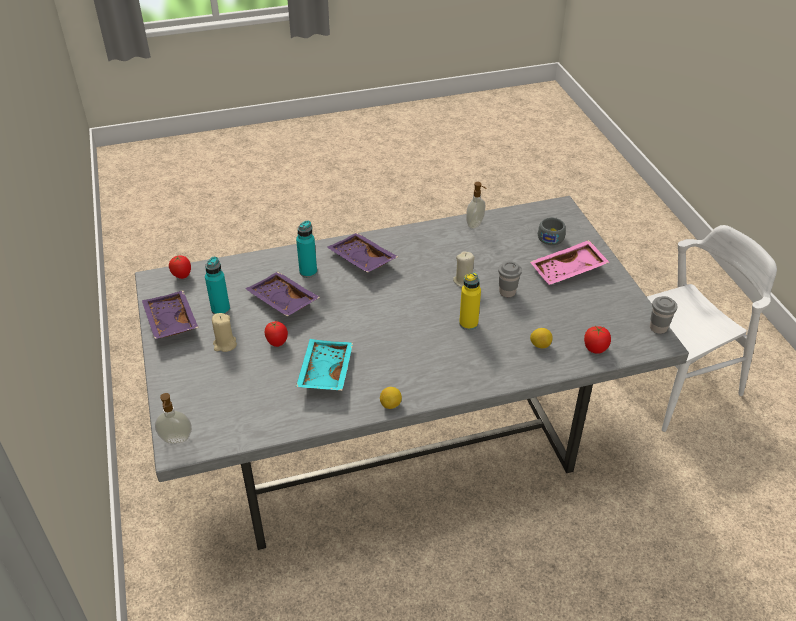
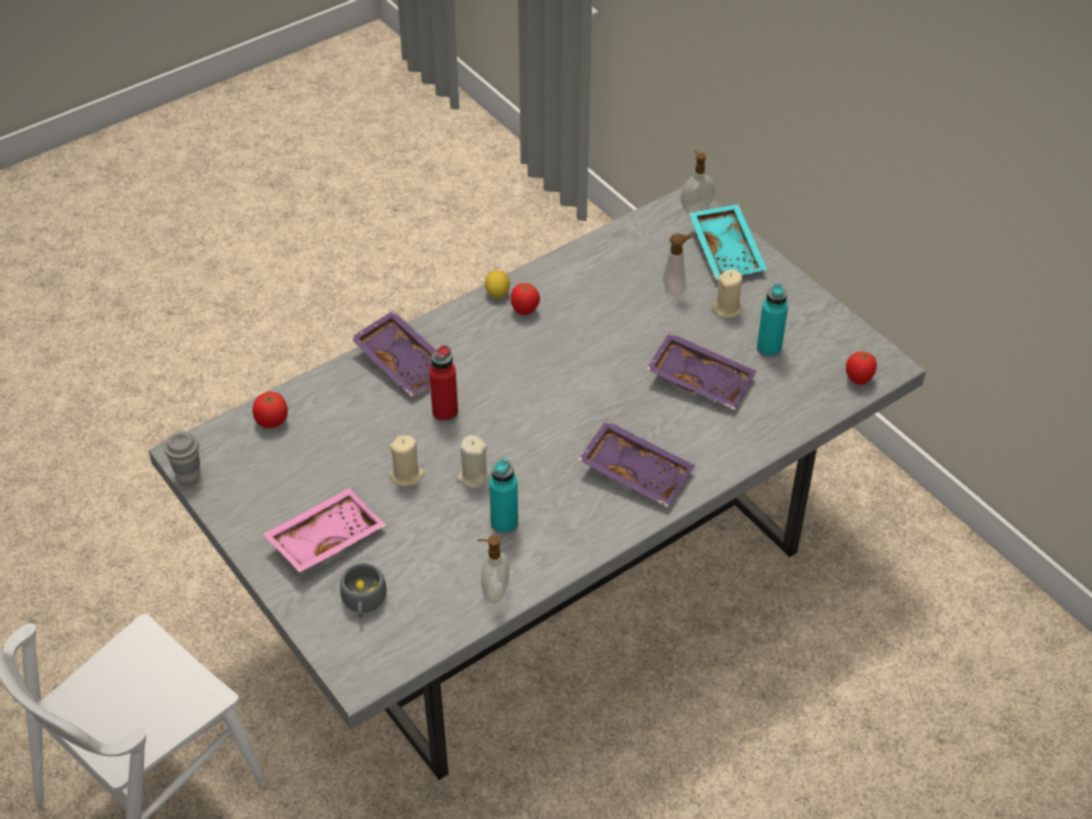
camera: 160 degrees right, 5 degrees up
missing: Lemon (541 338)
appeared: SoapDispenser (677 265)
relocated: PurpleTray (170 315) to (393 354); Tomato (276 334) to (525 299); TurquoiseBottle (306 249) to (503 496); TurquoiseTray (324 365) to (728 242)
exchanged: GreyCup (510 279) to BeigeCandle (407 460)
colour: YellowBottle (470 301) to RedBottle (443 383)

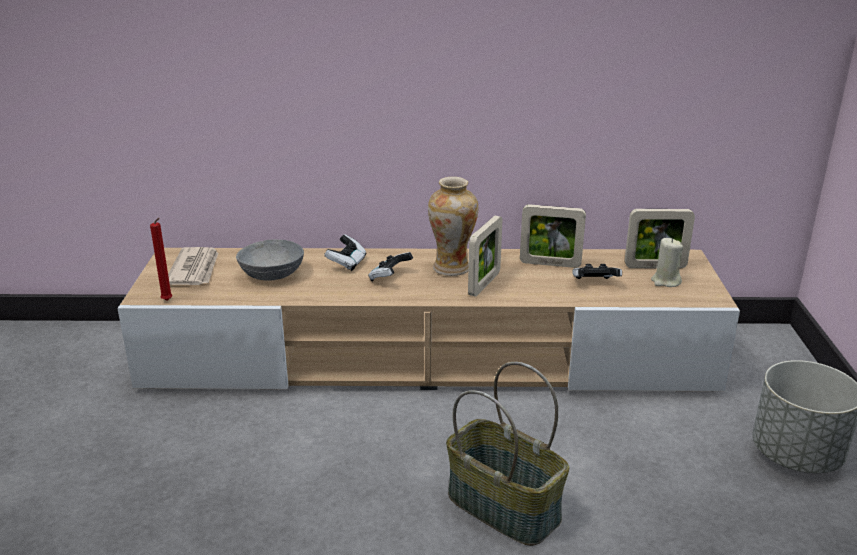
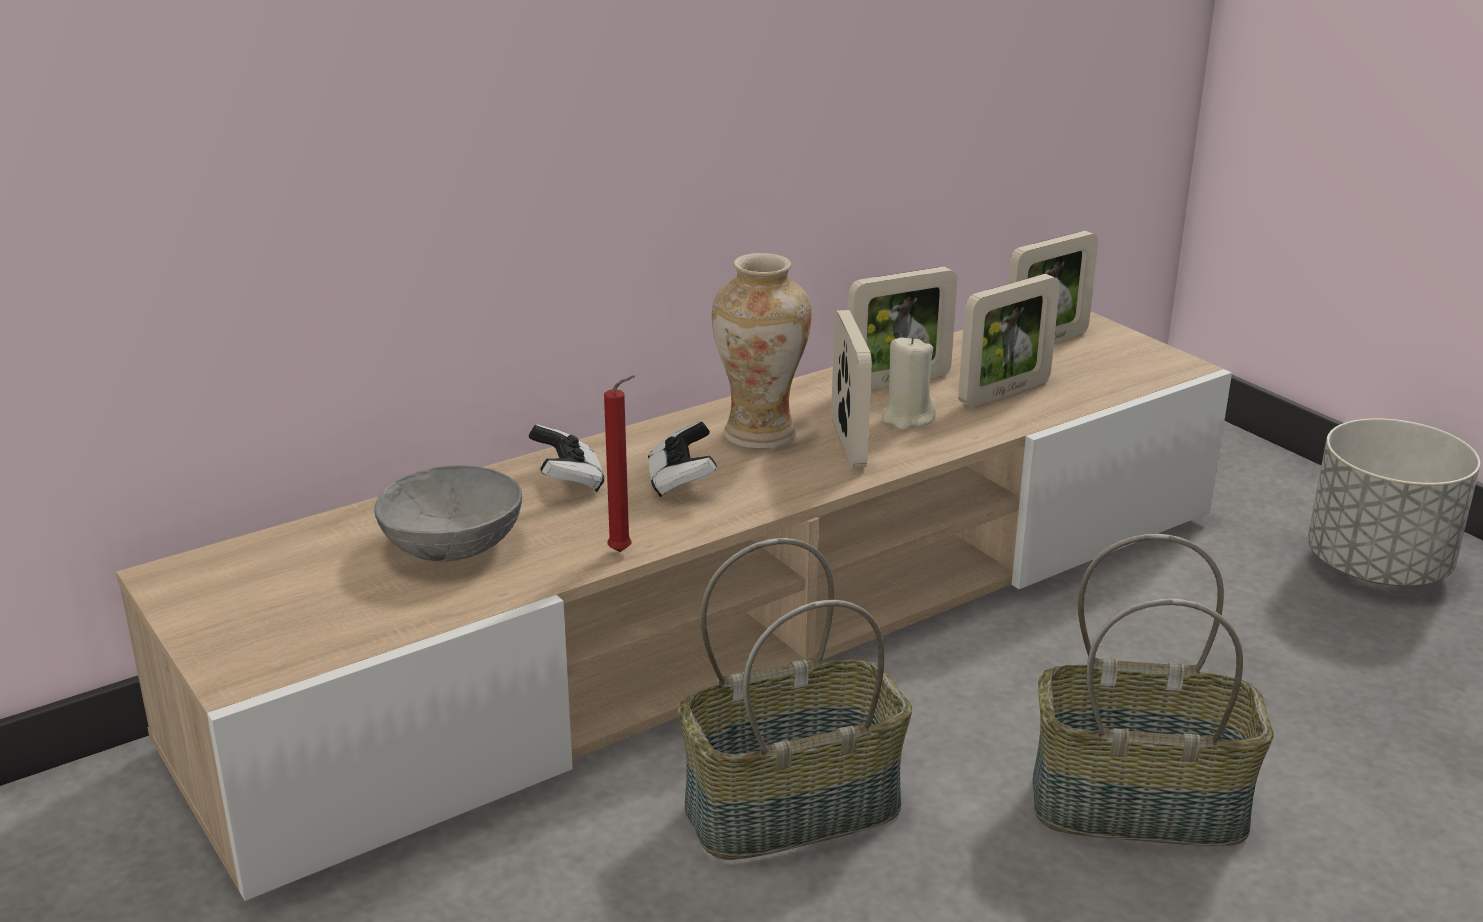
camera: 35 degrees left, 0 degrees up
missing: Newspaper (193 266)
appeared: Basket (795 699)
relocated: RedCandle (161 259) to (619 463); BeigeCandle (667 262) to (909 383)
exchanged: GameController (597 271) to PictureFrame (1009 340)

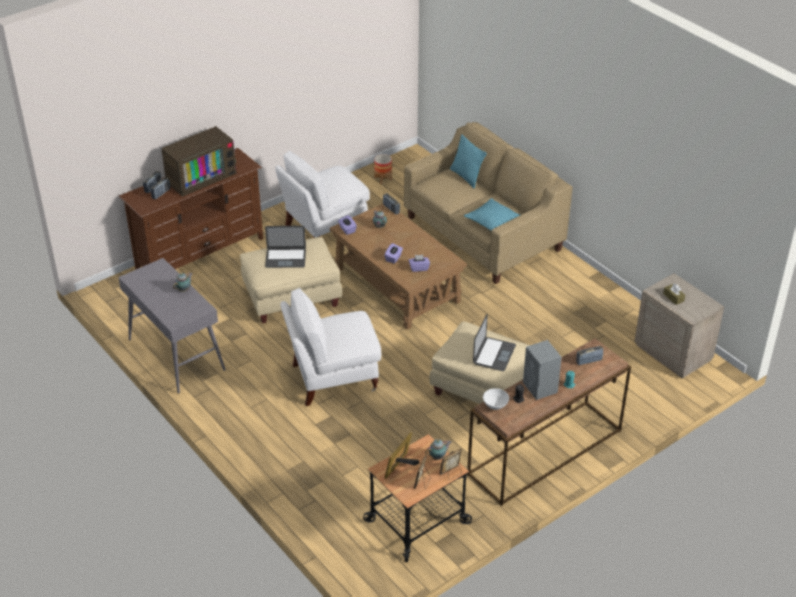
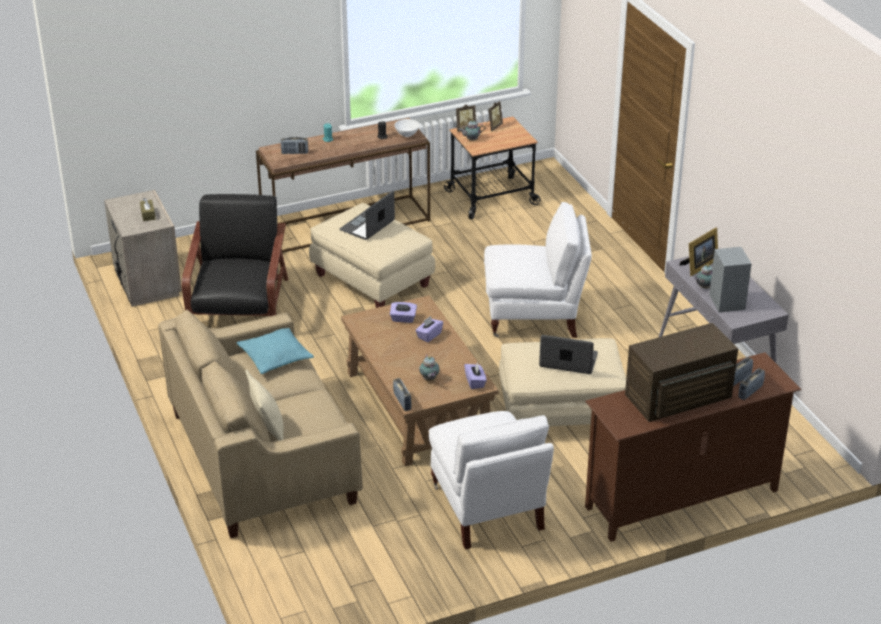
camera: 165 degrees left, 5 degrees down
missing: Planter (383 169)
appeared: BlackArmchair (235 255)
relocated: PictureFrame (402 455) to (698 252); GreySpeaker (542 370) to (730 279)
colour: TurquoisePillow (468 161) to BeigePillow (264 405)
spun: WhiteArmchair (322 194) = (491 480) 90 degrees clockwise

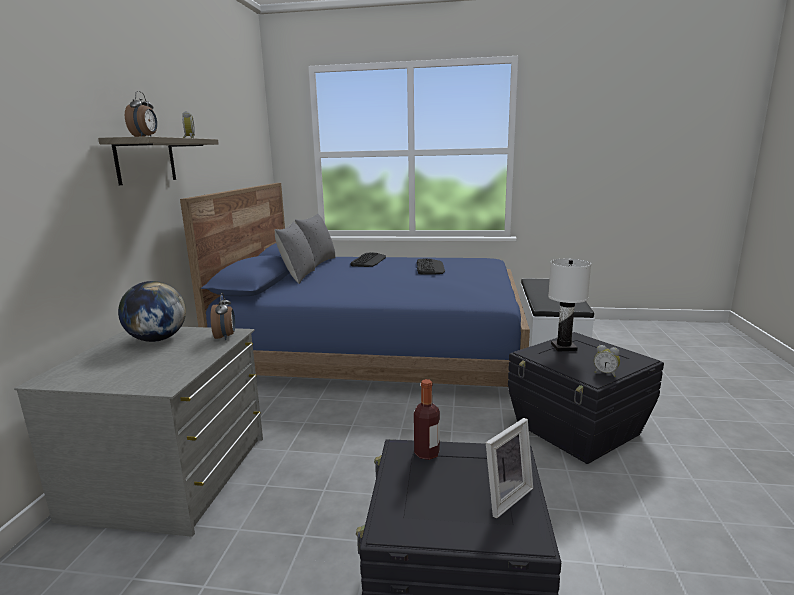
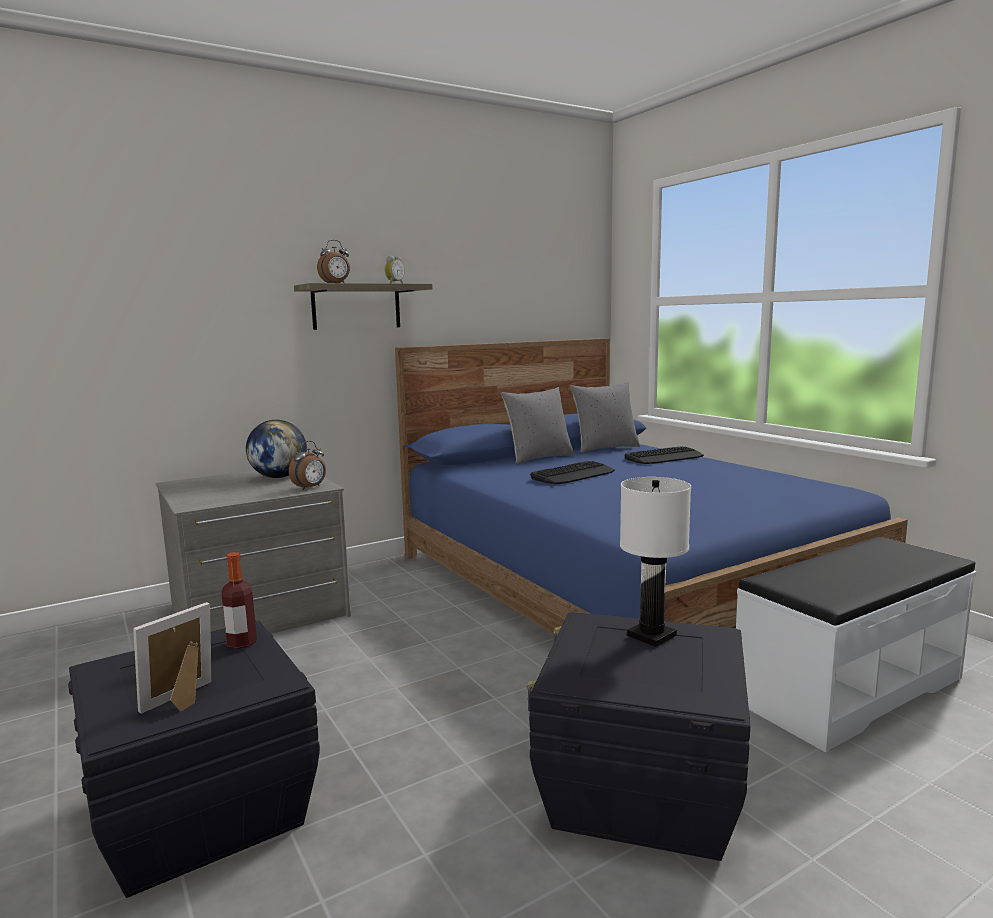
camera: 50 degrees right, 5 degrees down
missing: AlarmClock (607 361)
relocated: Keyboard (431 266) to (572 472)
spun: PictureFrame (509 468) = (172 658) 120 degrees clockwise

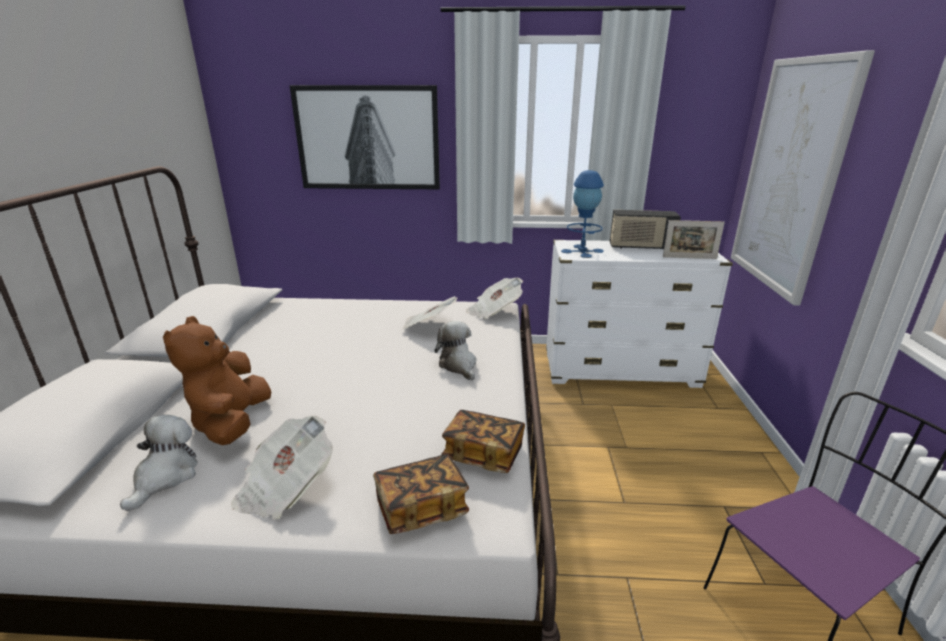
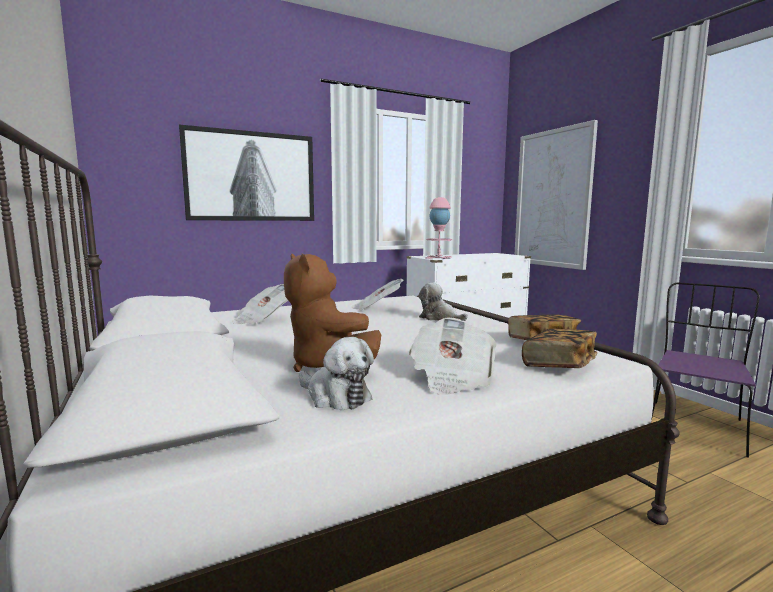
camera: 30 degrees left, 15 degrees down
missing: Radio (645 229); PictureFrame (694 239)
relocated: Newspaper (494 298) to (260 304)
colour: BlueTableLamp (582 214) to PinkTableLamp (438 228)
spun: PlushToy (159 463) = (336 373) 150 degrees clockwise

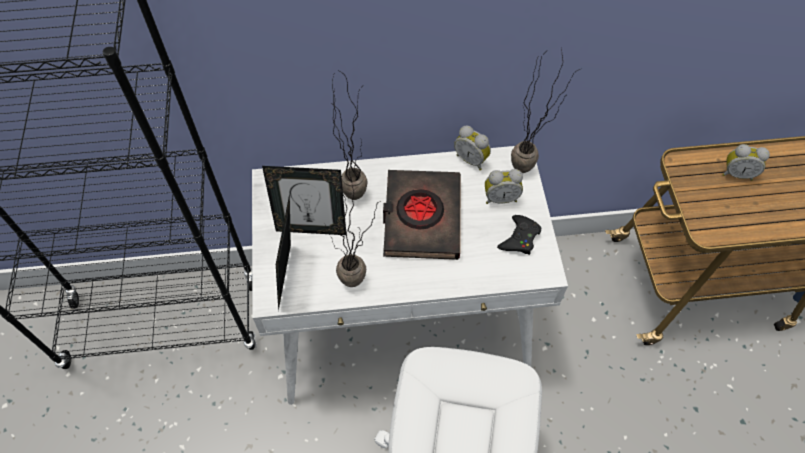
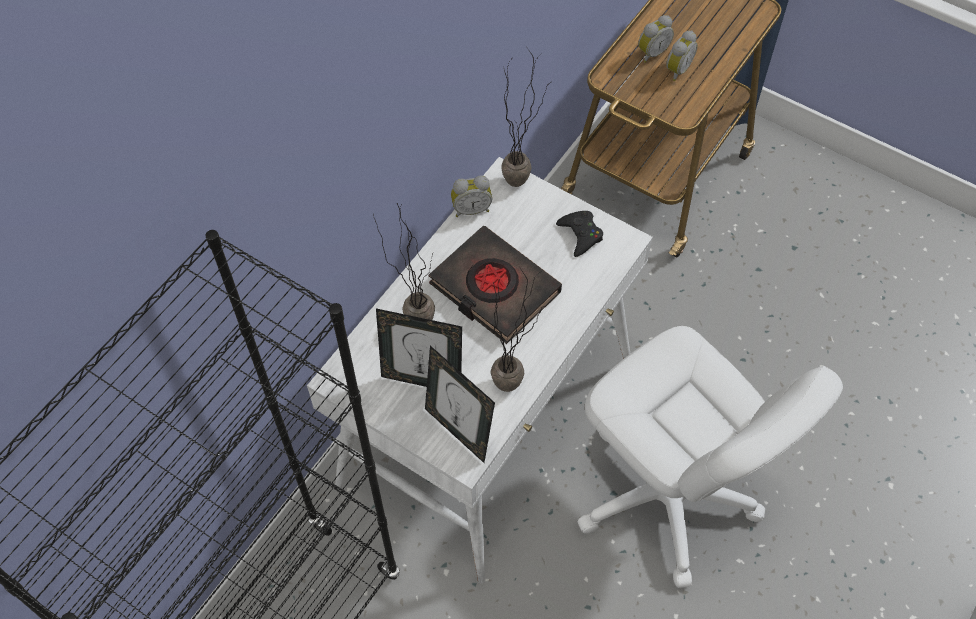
camera: 50 degrees left, 0 degrees up
relocated: AlarmClock (504 186) to (682 55)
spun: PictureFrame (304 200) = (419 347) 60 degrees clockwise

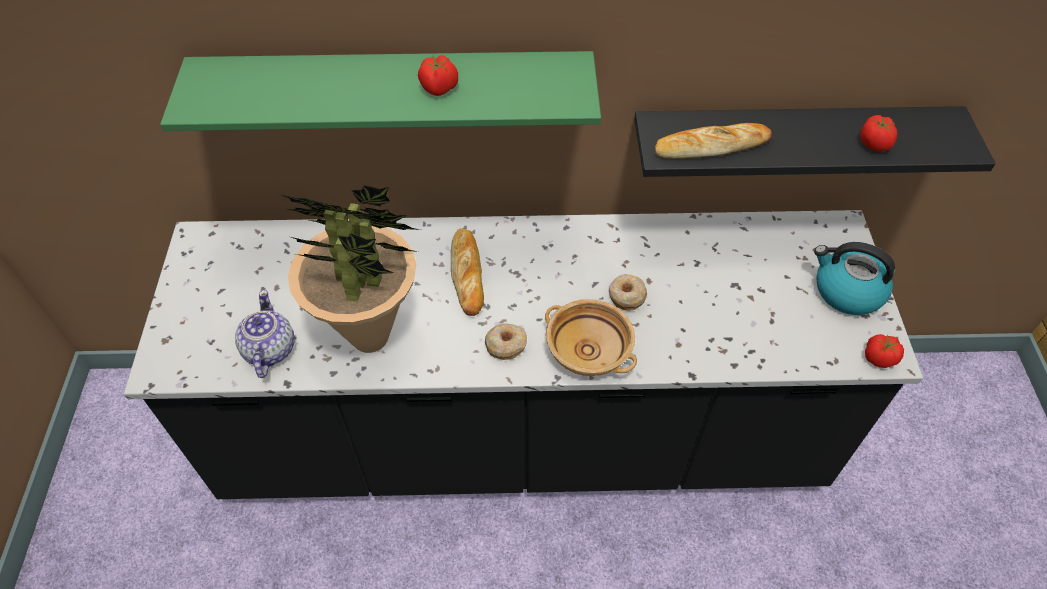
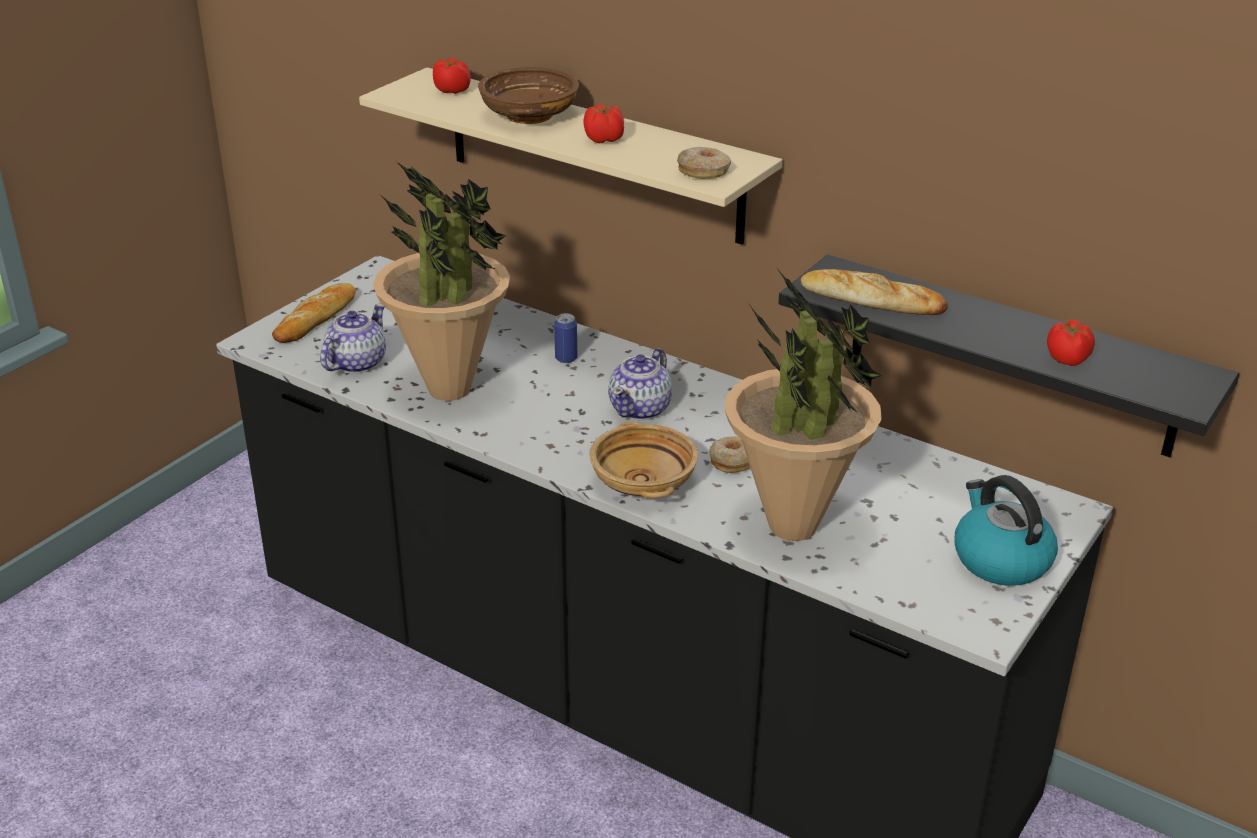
camera: 35 degrees right, 20 degrees down
appeared: BrownBowl (528 95); Can (565 338); Teapot (640 384); PottedPlant (803 405)
relocated: Bread (467 272) to (314 313); Donut (506 341) to (704 163); Tomato (884 351) to (452 76)
colour: GreenShelf (380 91) to BeigeShelf (571 156)

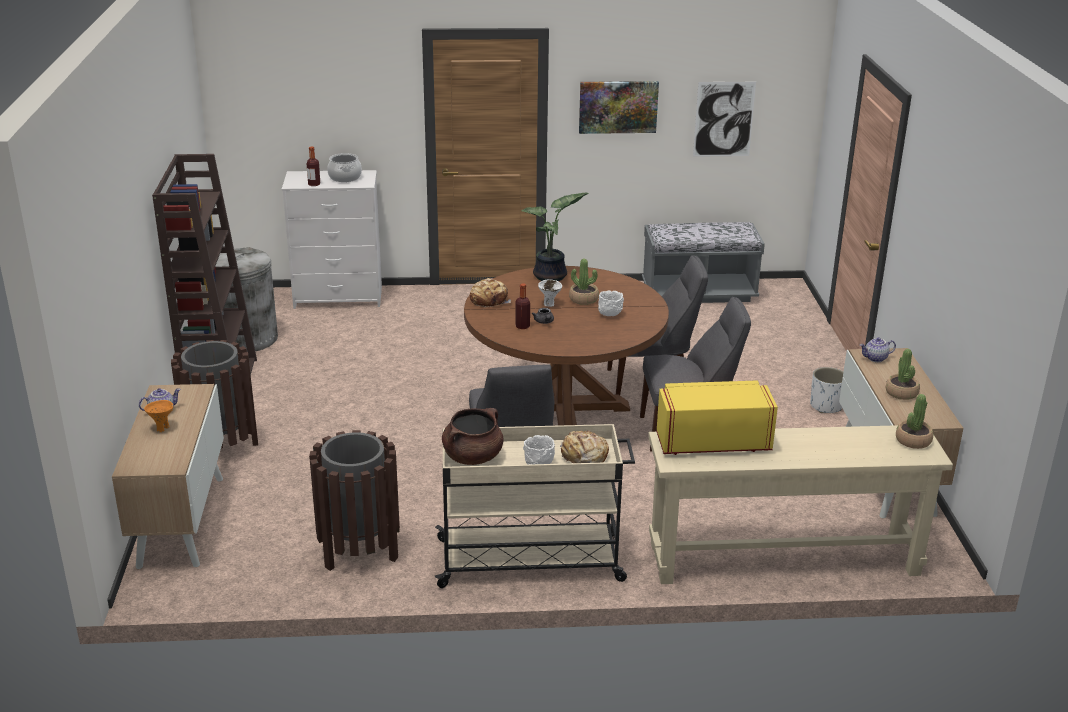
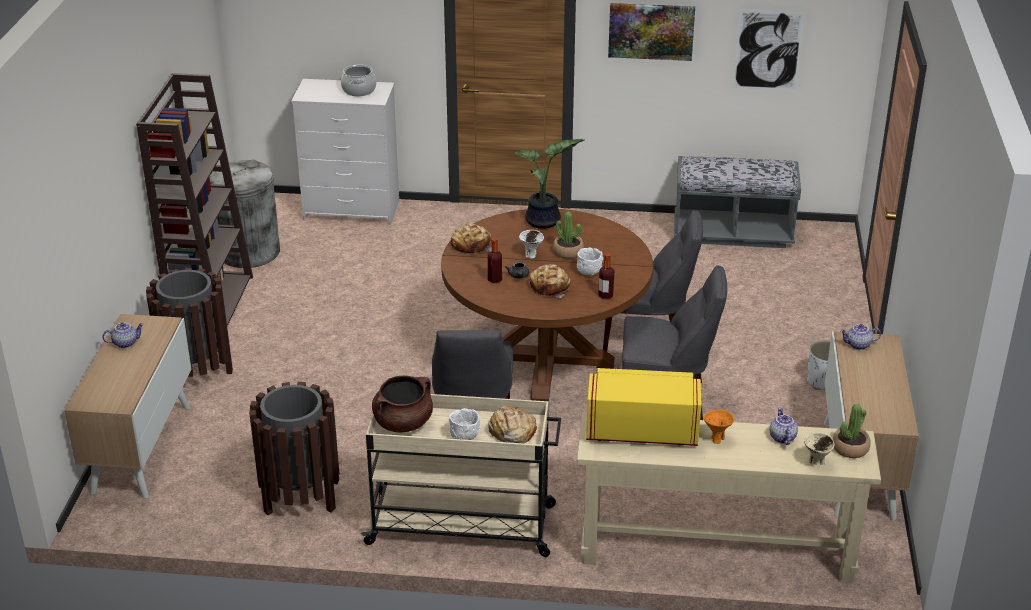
camera: 10 degrees right, 5 degrees up
missing: PottedPlant (903 374)
appeared: Bread (549 281); Teapot (783 426); BeigeBowl (819 450)
relocated: OrangeBowl (158 416) to (719 426); Bottle (313 166) to (606 276)

